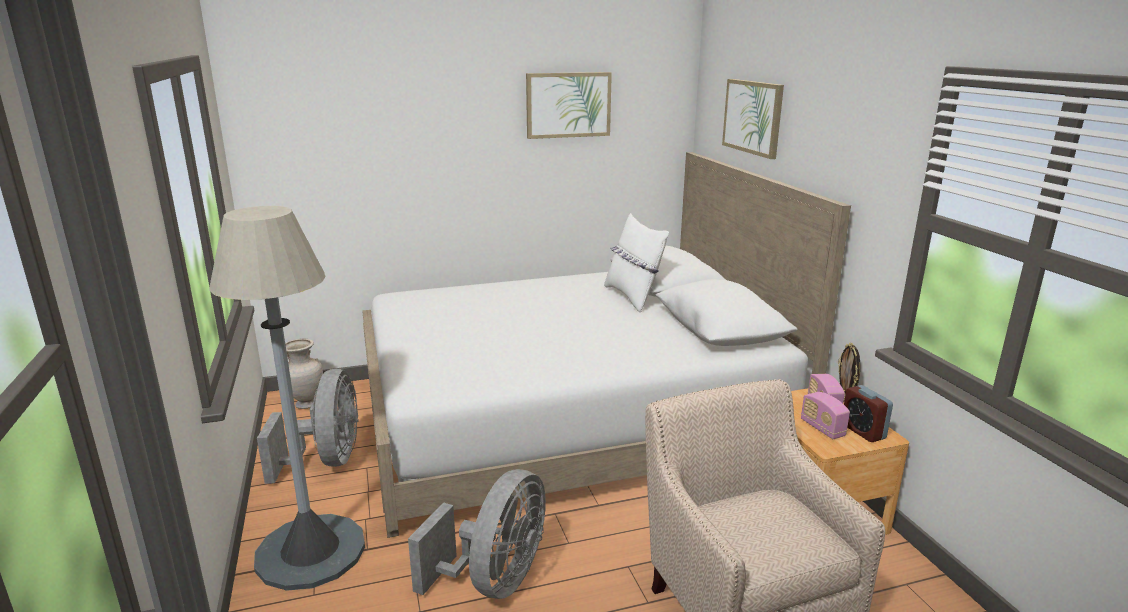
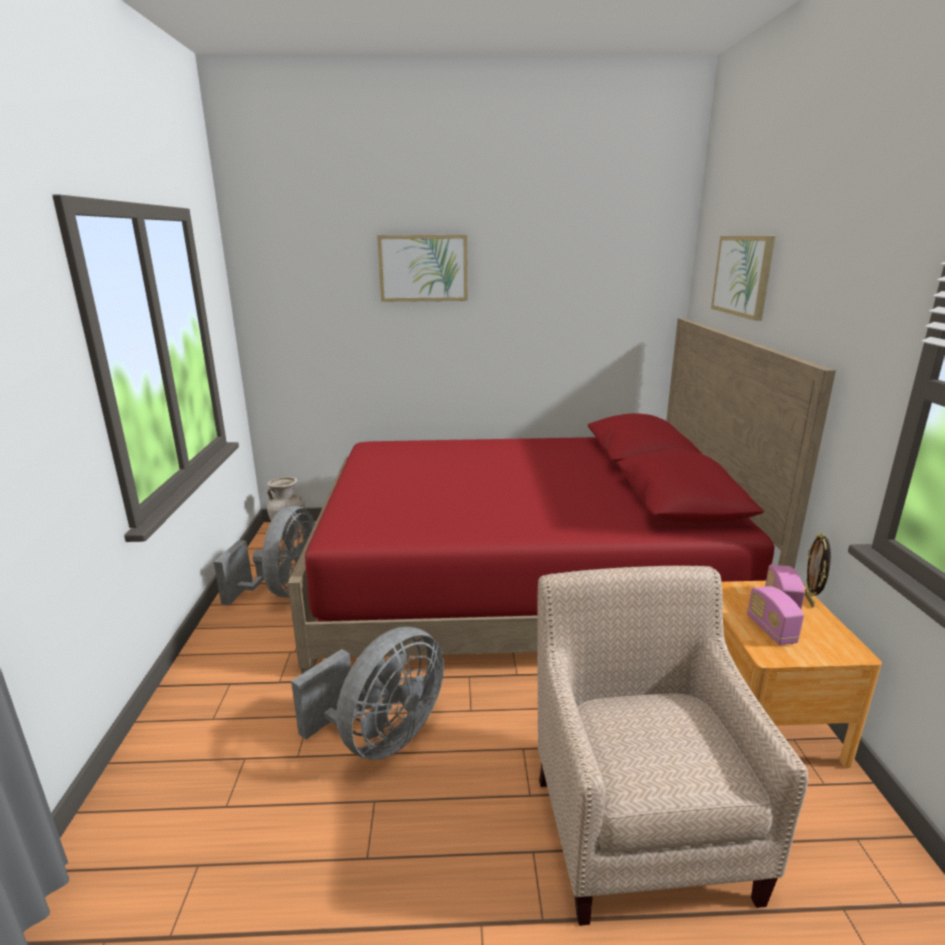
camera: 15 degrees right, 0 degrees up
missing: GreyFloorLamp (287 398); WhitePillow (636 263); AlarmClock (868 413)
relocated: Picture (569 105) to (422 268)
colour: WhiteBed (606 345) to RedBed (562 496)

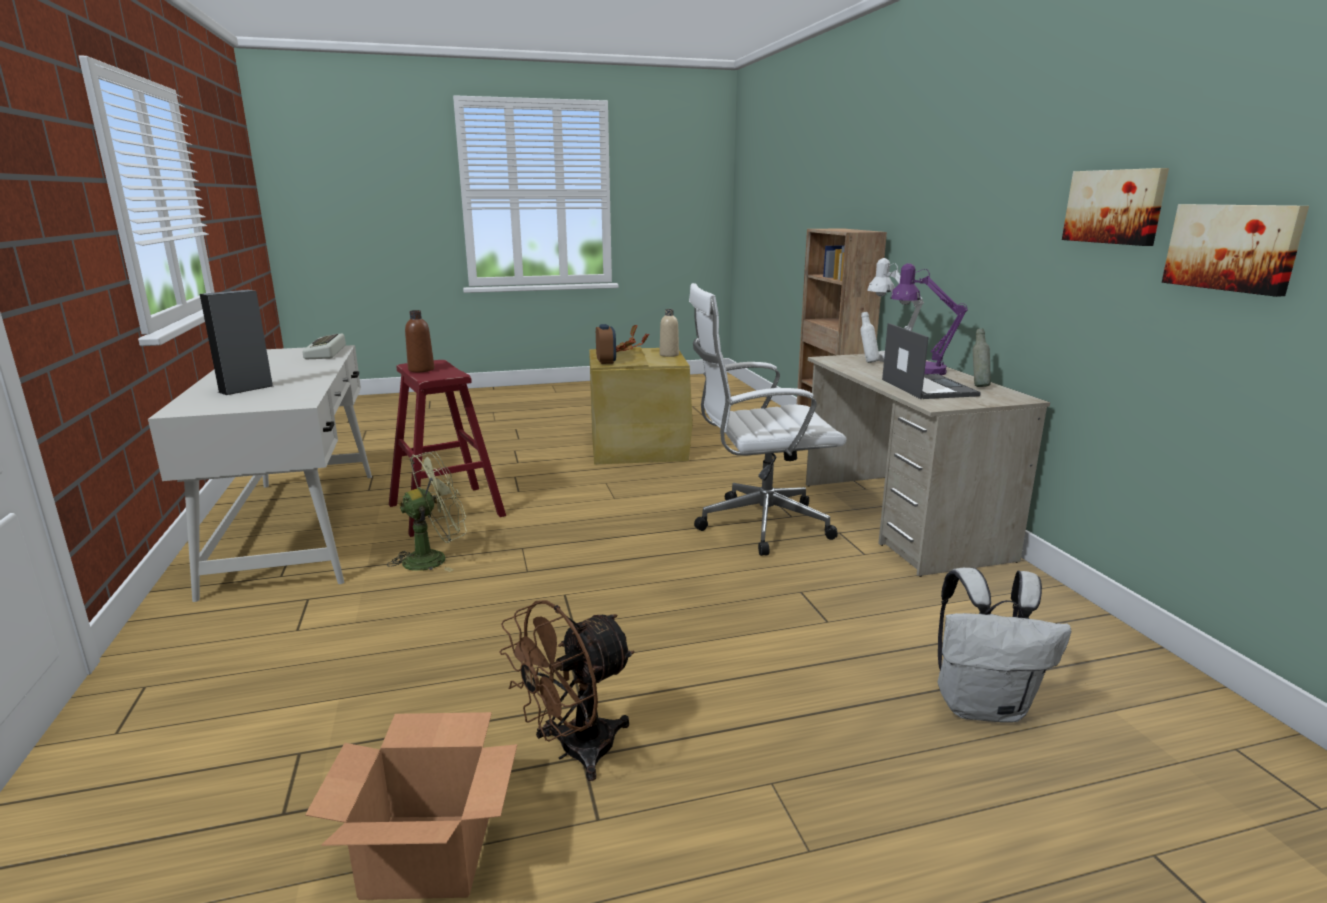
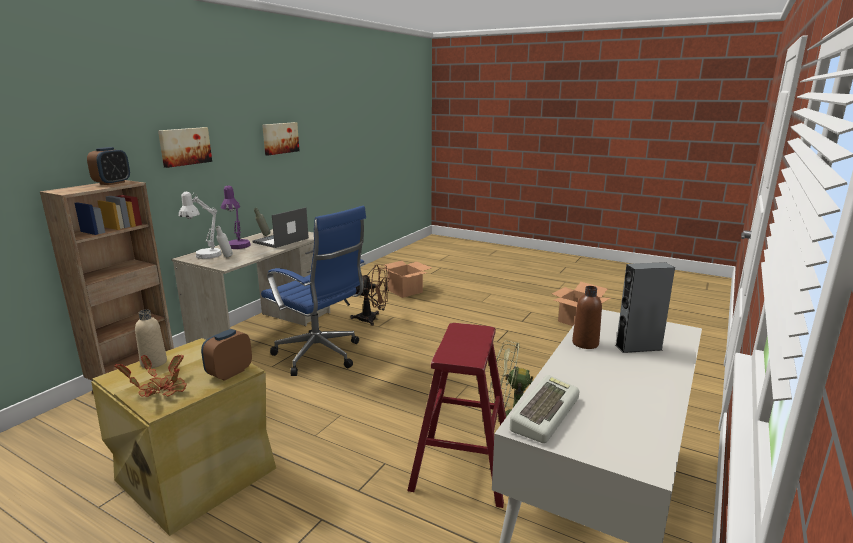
camera: 135 degrees left, 0 degrees up
appeared: AlarmClock (108 166)
relocated: BrownBottle (419 341) to (587 317); BrownFan (567 690) to (370 295); Picture (1235 250) to (185 147)
exchanged: WhiteBackpack (1004 645) to CardboardBox (404 279)
colour: WhiteOfficeChair (768 419) to BlueOfficeChair (313 291)

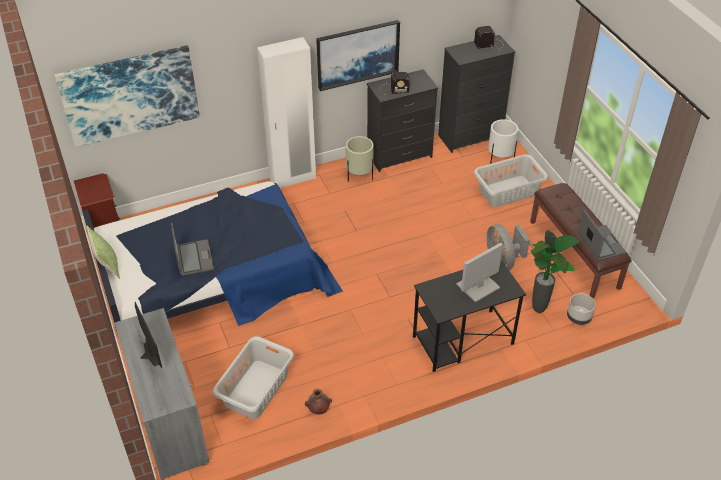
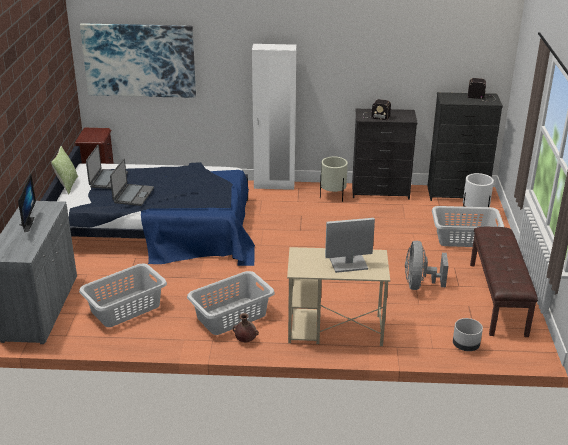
camera: 25 degrees right, 15 degrees down
missing: Picture (358 55); PottedPlant (555 271)
appeared: GreyLaundryBasket (231 303)
relocated: BrownVase (318 402) to (246 327); Laptop (602 235) to (107 167)
colour: BlackDesk (469 316) to BeigeDesk (338 296)

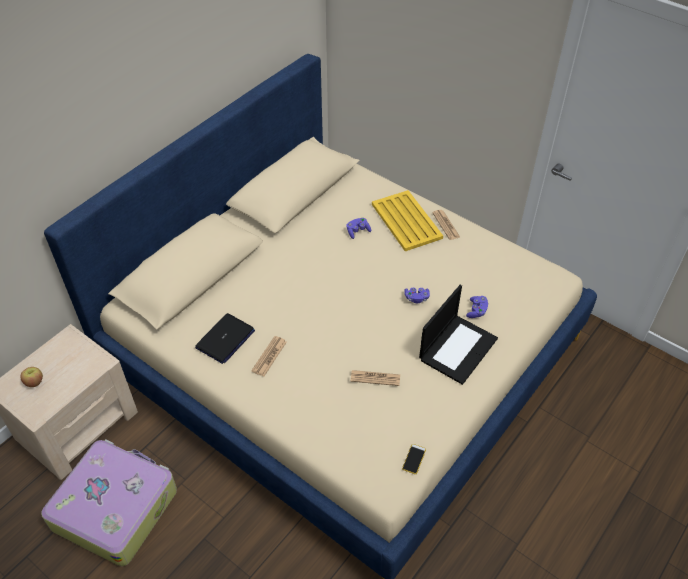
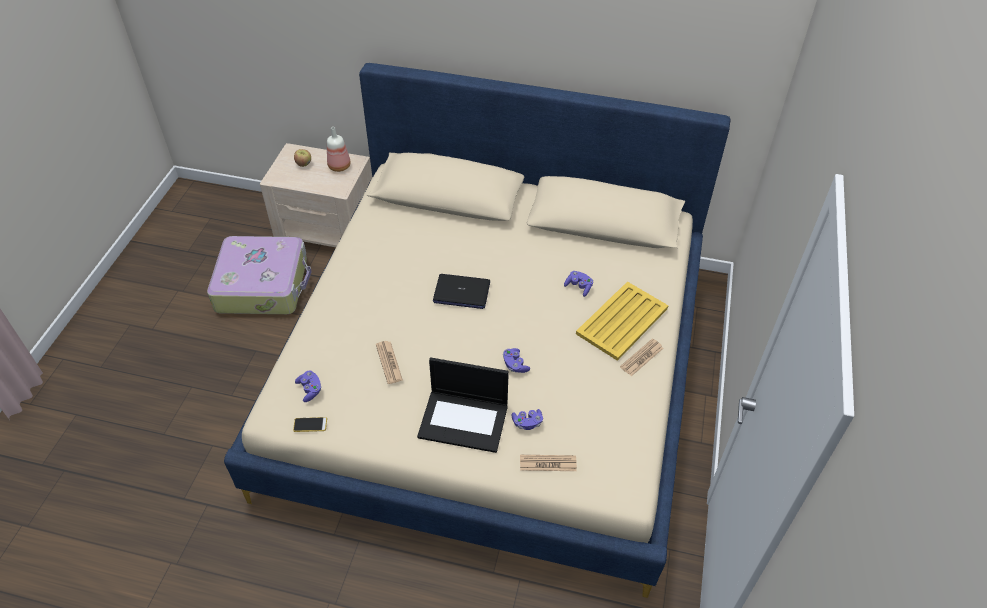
camera: 65 degrees right, 0 degrees up
appeared: PurpleGameController (308 386); Bottle (339 149)
relocated: Laptop (225 338) to (461 291); Newspaper (269 356) to (548 463)

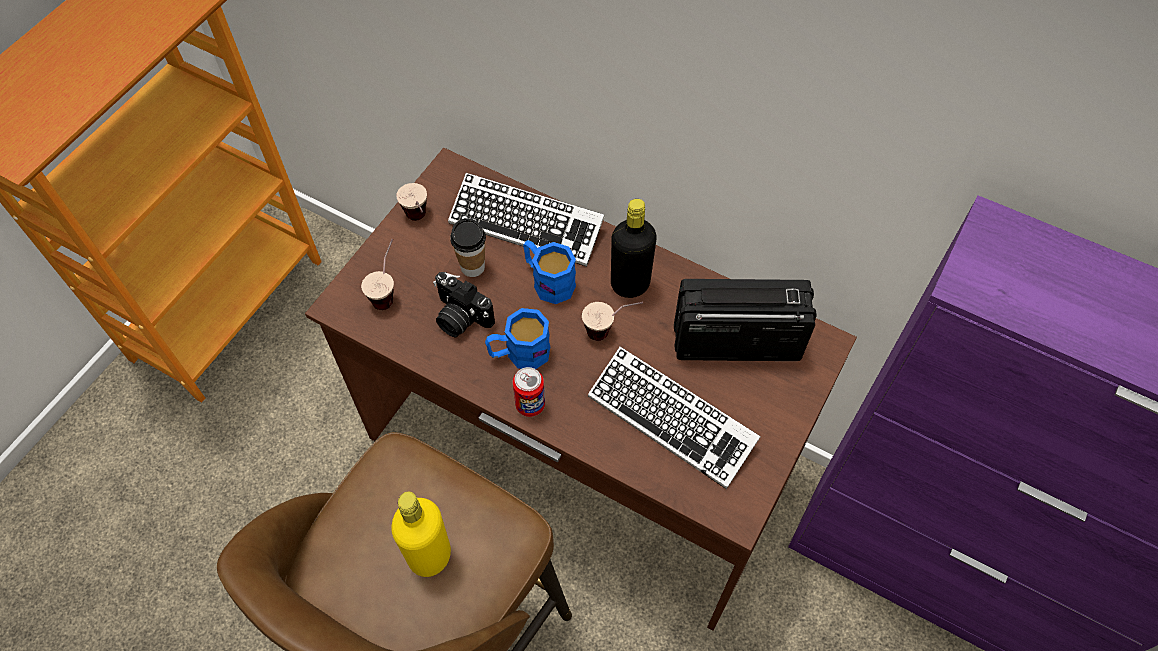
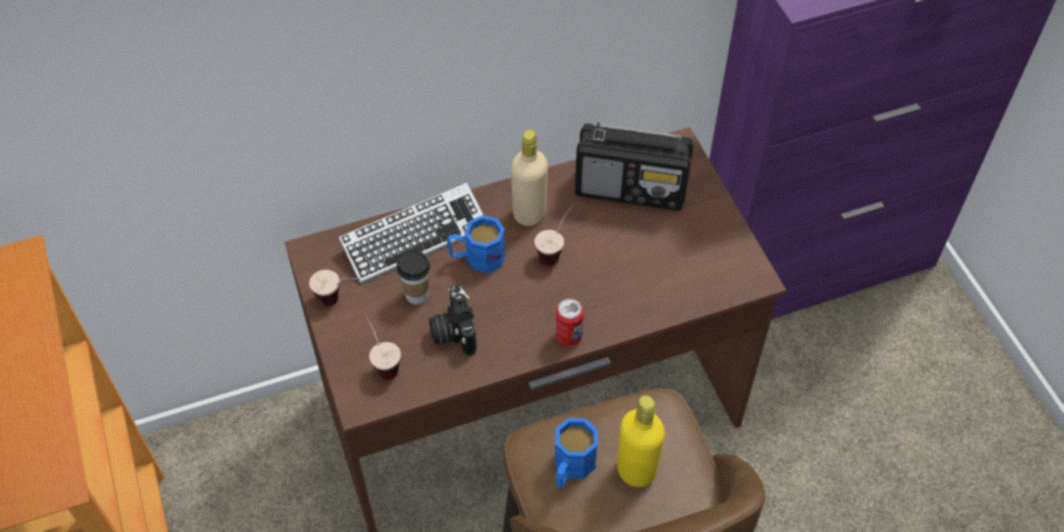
camera: 50 degrees left, 5 degrees down
missing: Keyboard (674 418)
relocated: BlueMug (517 338) to (576 453)
colour: BlackBottle (634 248) to BeigeBottle (529 178)
spun: PhotoCamera (464 304) = (453 320) 90 degrees clockwise; Radio (745 320) = (634 166) 120 degrees counterclockwise

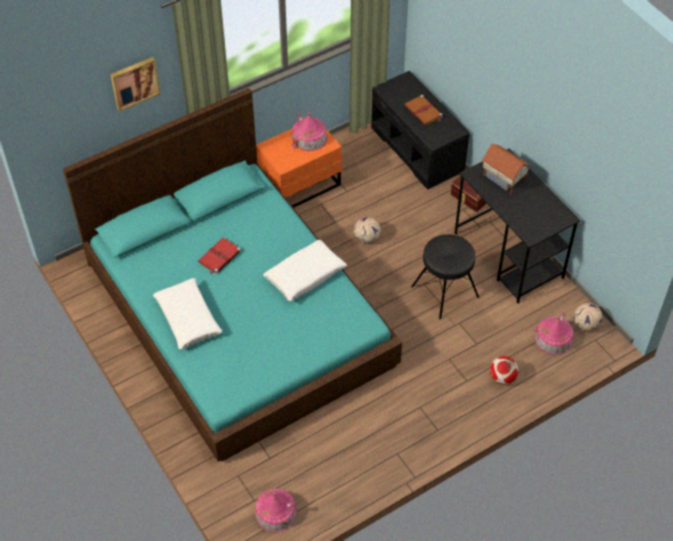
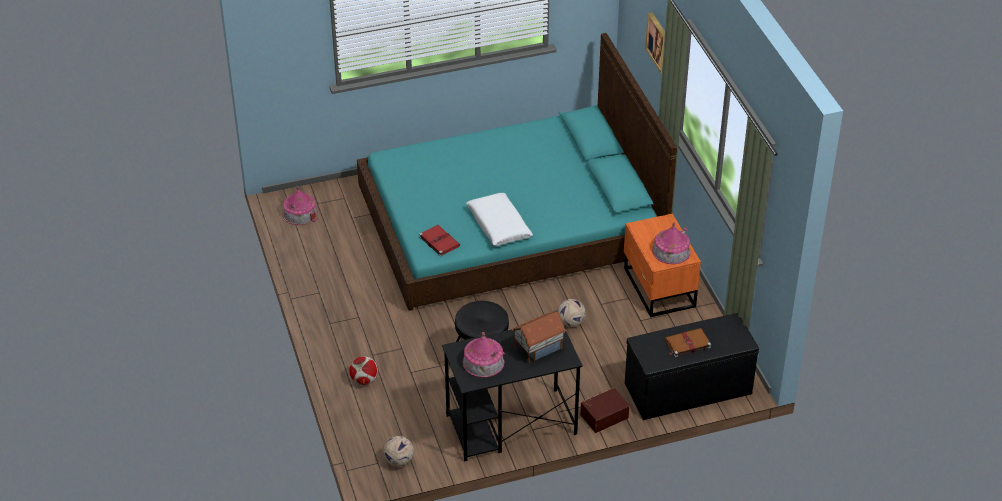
camera: 105 degrees right, 10 degrees down
missing: WhitePillow (187 313)
relocated: RedBook (219 256) to (439 240); ToyHouse (553 334) to (483 355)

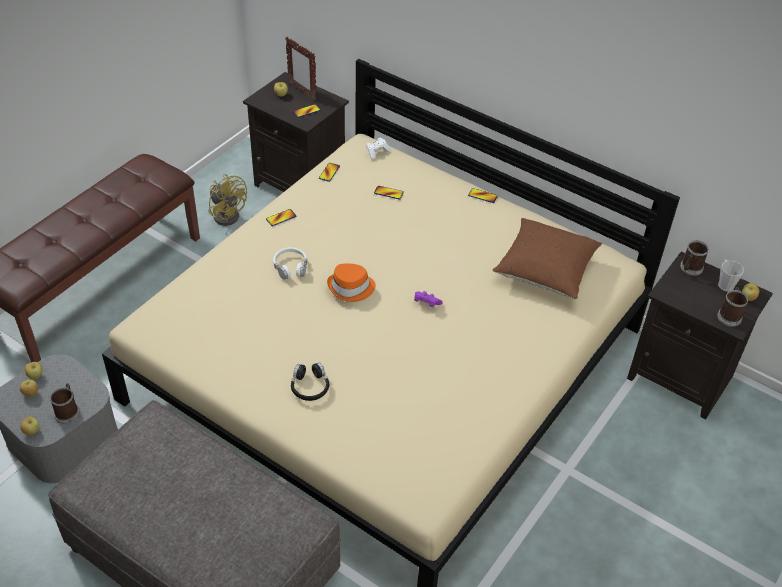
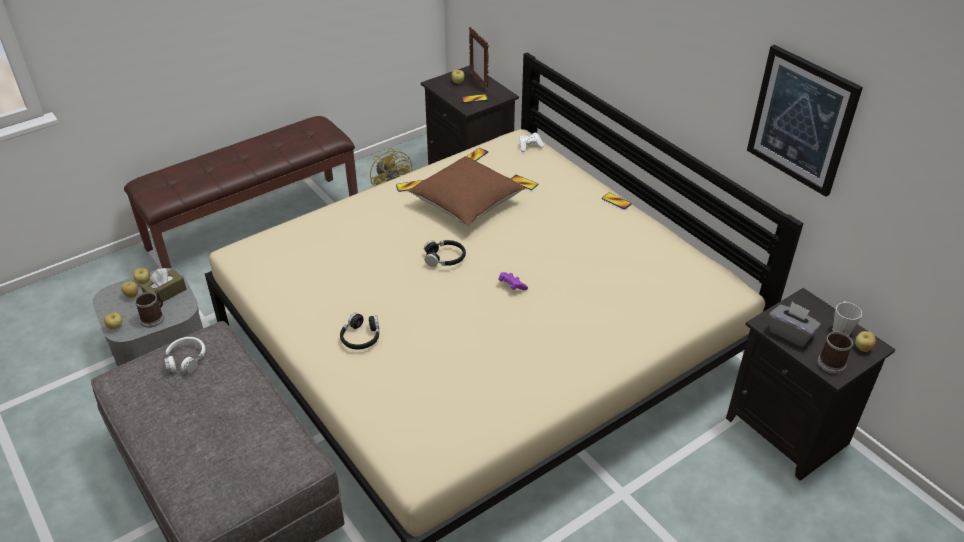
camera: 20 degrees right, 5 degrees down
missing: Mug (694 258)
appeared: BrownTissueBox (164 285); Picture (805 121); GreyTissueBox (795 324)
relocated: WhiteHeadphones (290 263) to (185 355); BrownPillow (547 258) to (466 191)
exchanged: OrangeHat (351 282) to BlackHeadphones (445 253)

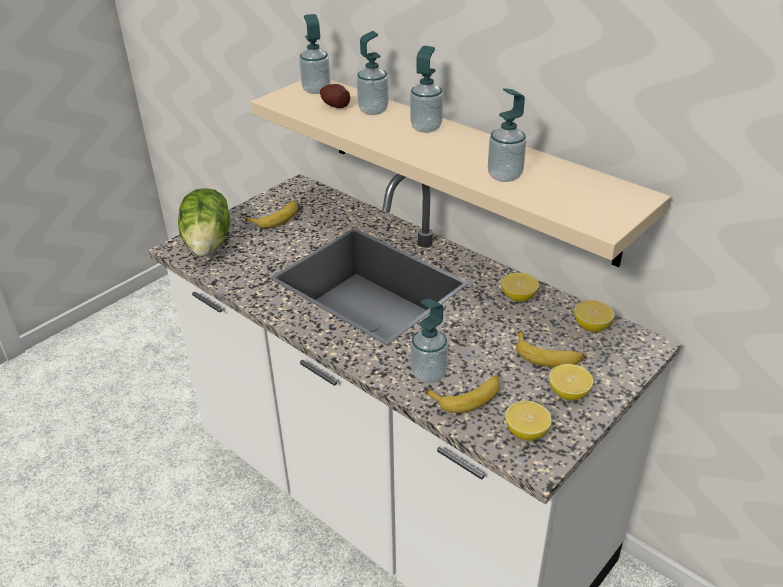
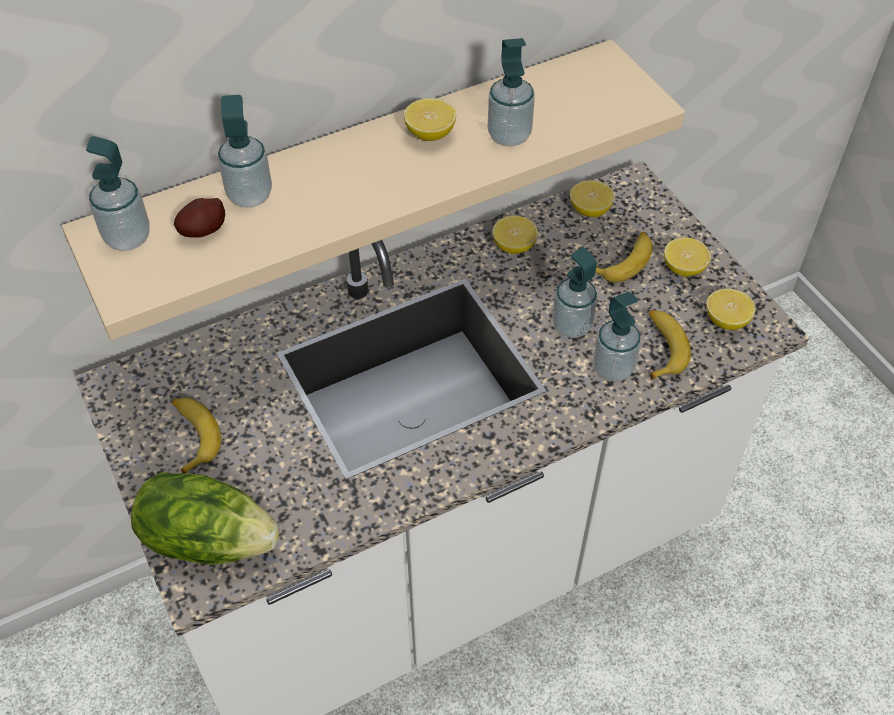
camera: 70 degrees left, 15 degrees up
appeared: Lemon (430 119)
relocated: SoapDispenser (426 89) to (575 292)

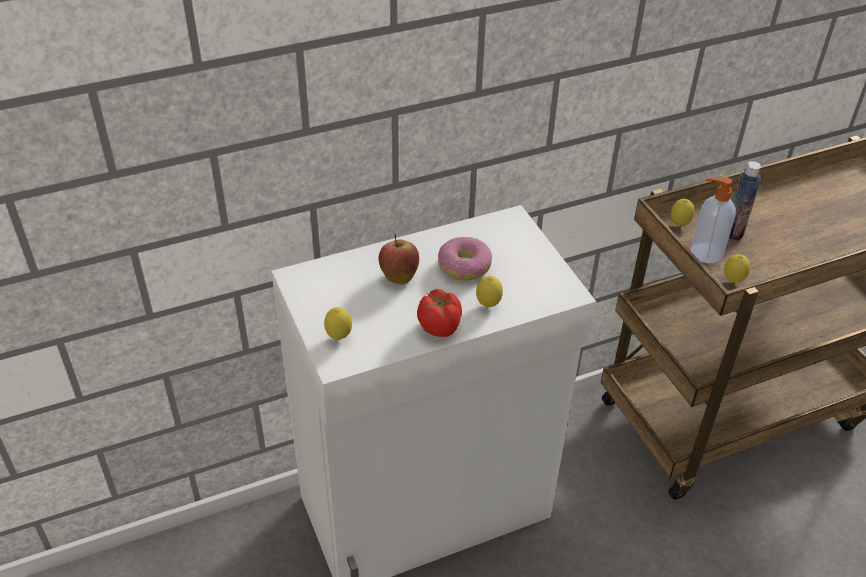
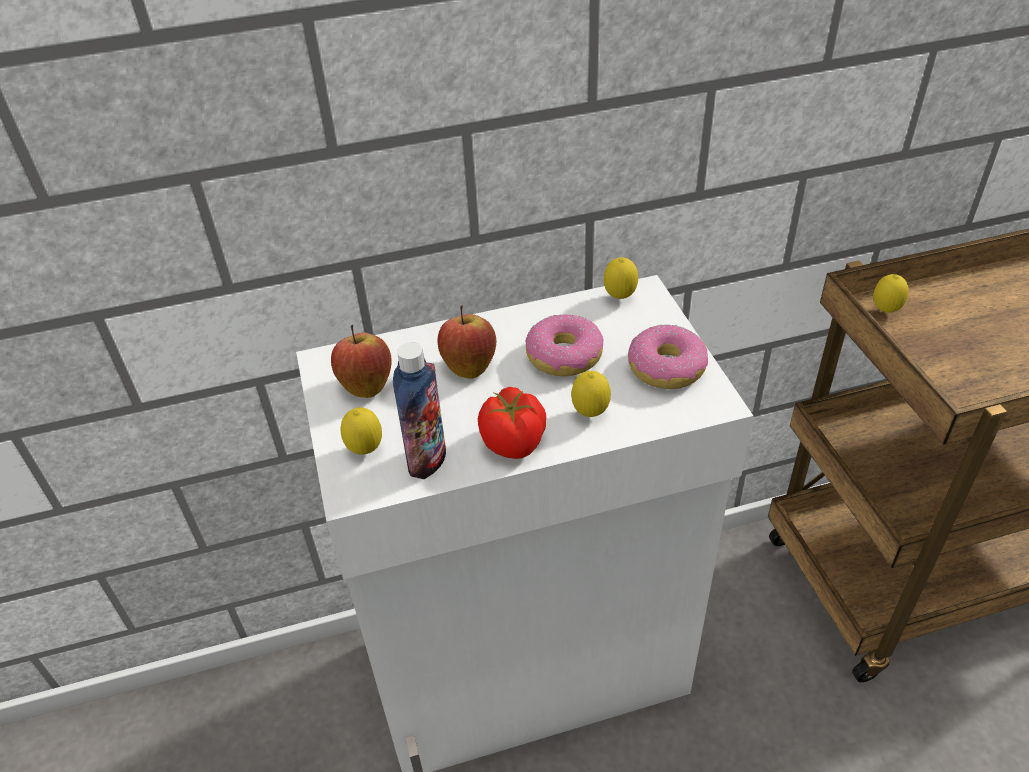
camera: 10 degrees right, 0 degrees up
missing: SoapDispenser (713 221)
appeared: Apple (361 361); Donut (668 356)
relocated: Lemon (737 268) to (621 278); Bottle (745 200) to (419 410)

